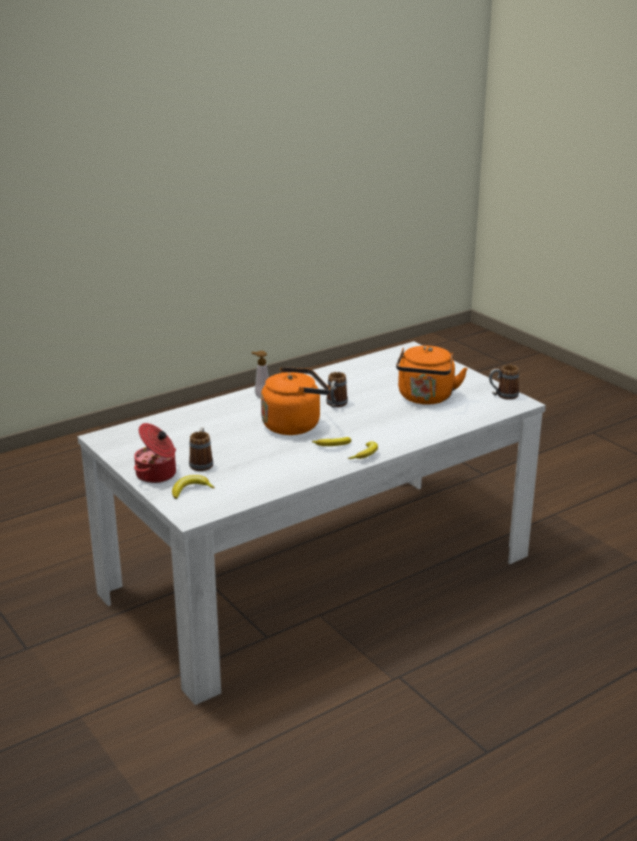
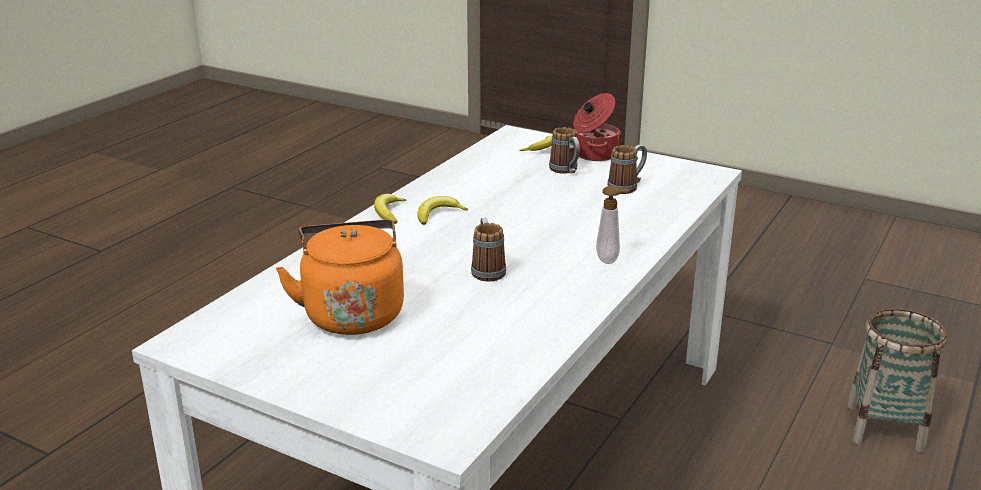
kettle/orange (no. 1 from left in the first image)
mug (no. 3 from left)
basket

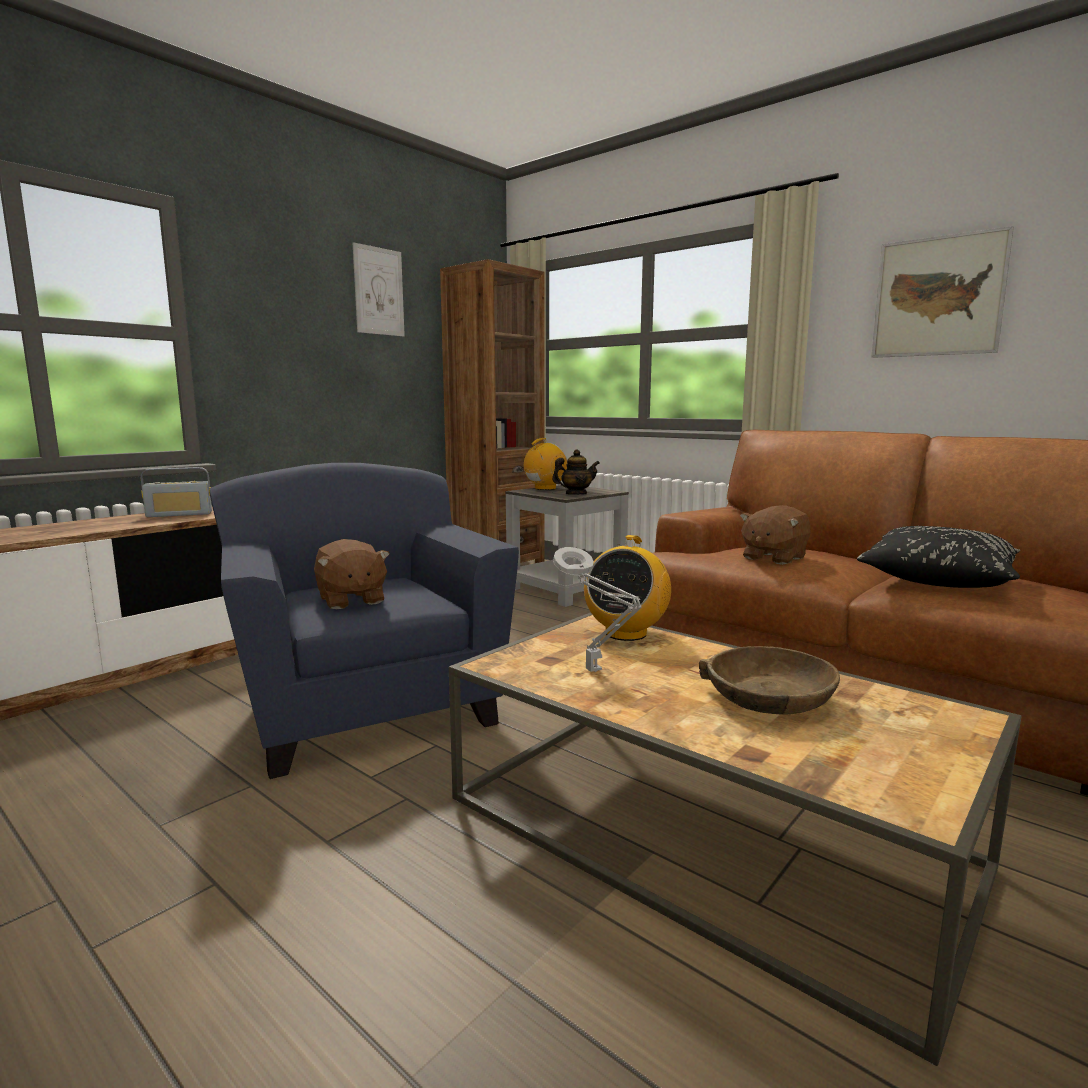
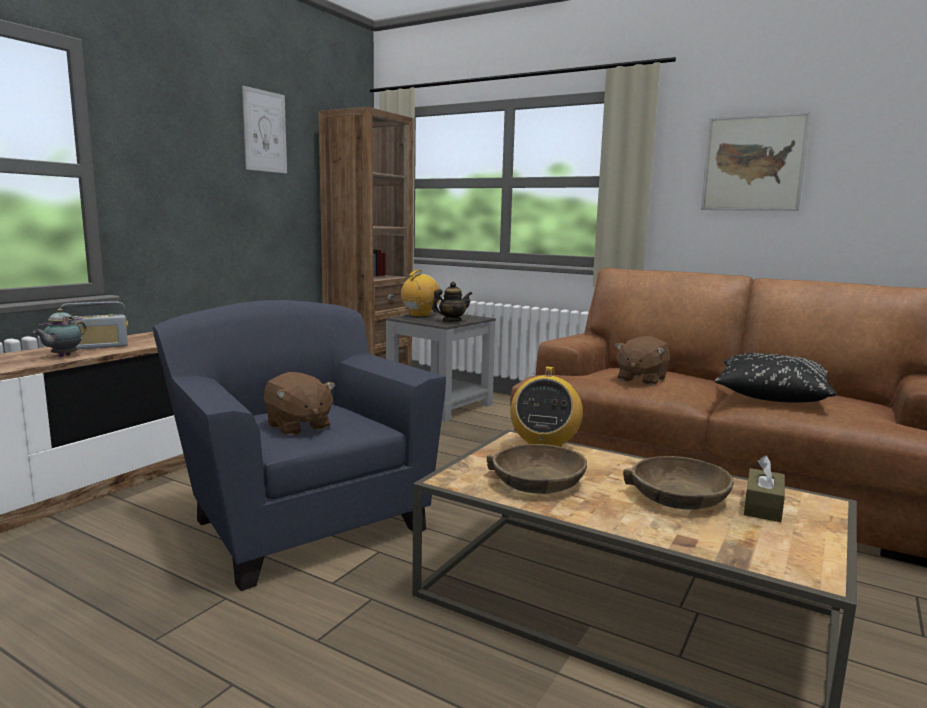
bowl/brown (no. 1 from left)
teapot (no. 1 from left)
tissue box/brown

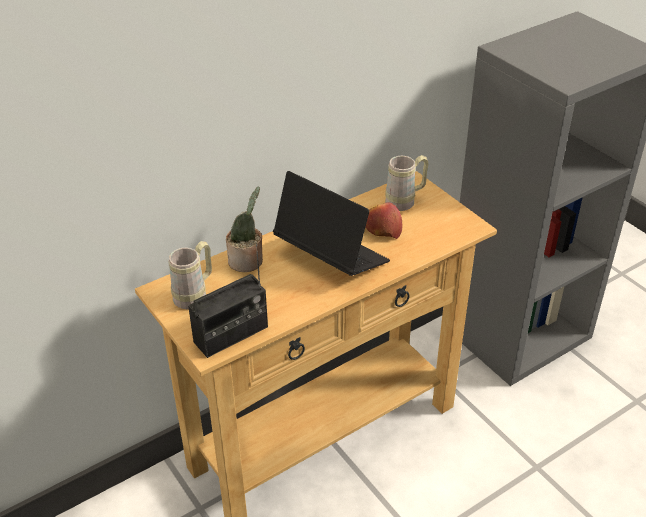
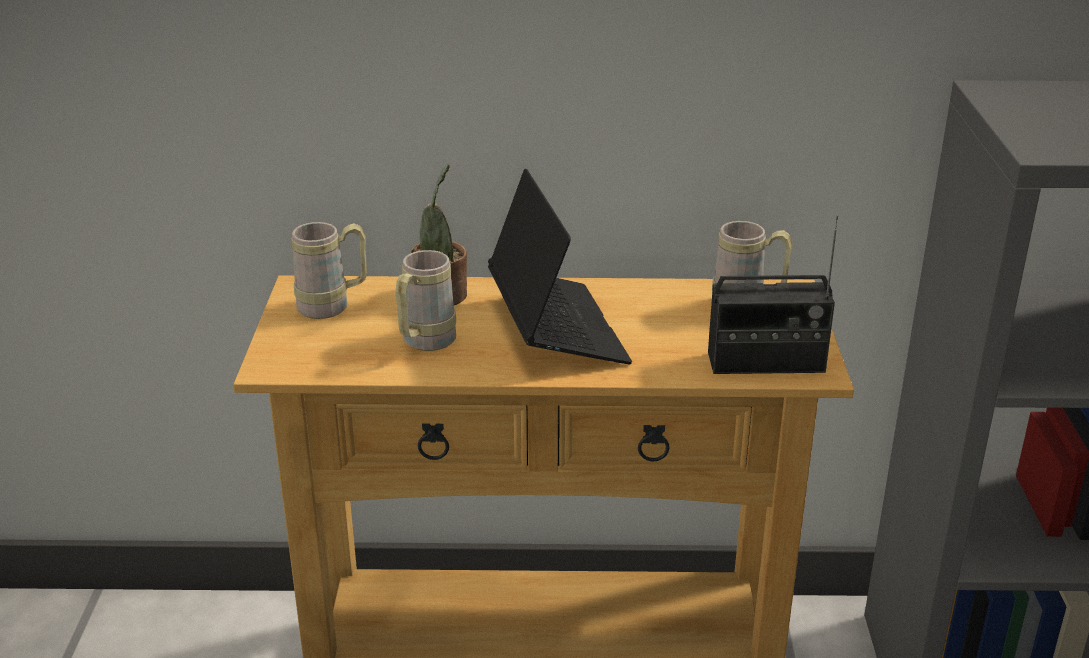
radio
apple
mug/beige (no. 2 from left)

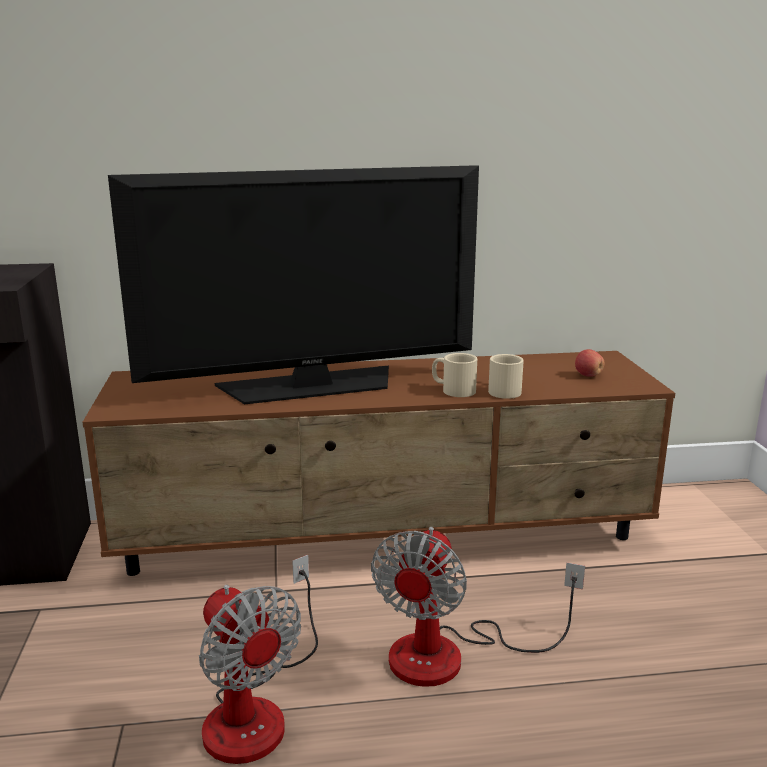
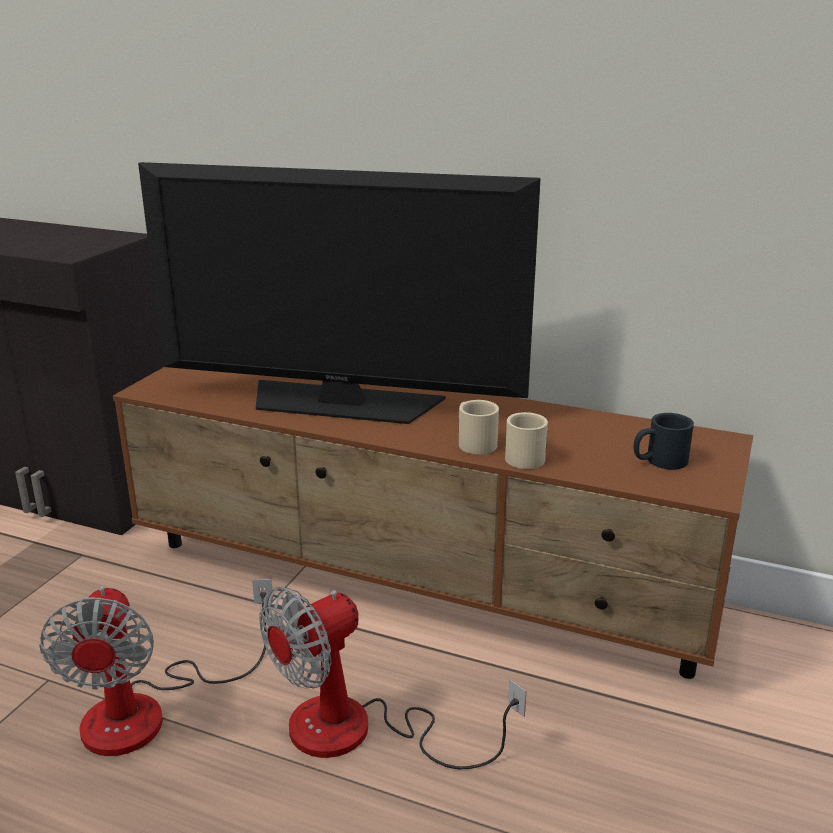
mug/black

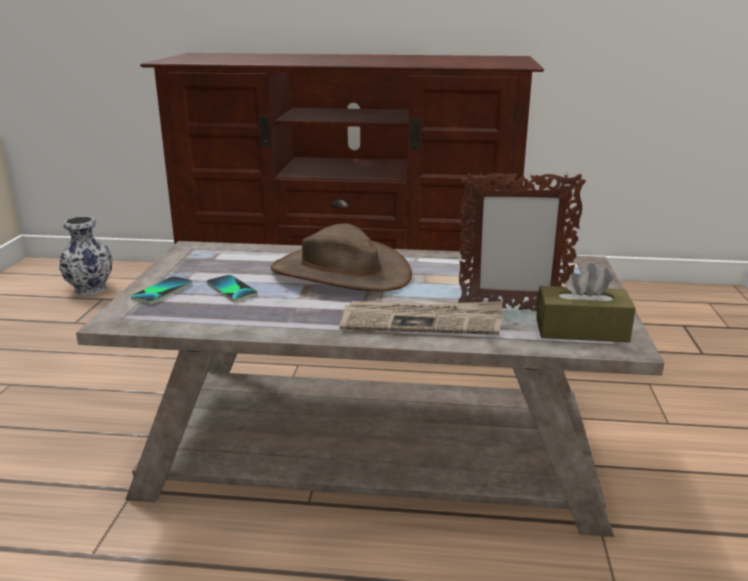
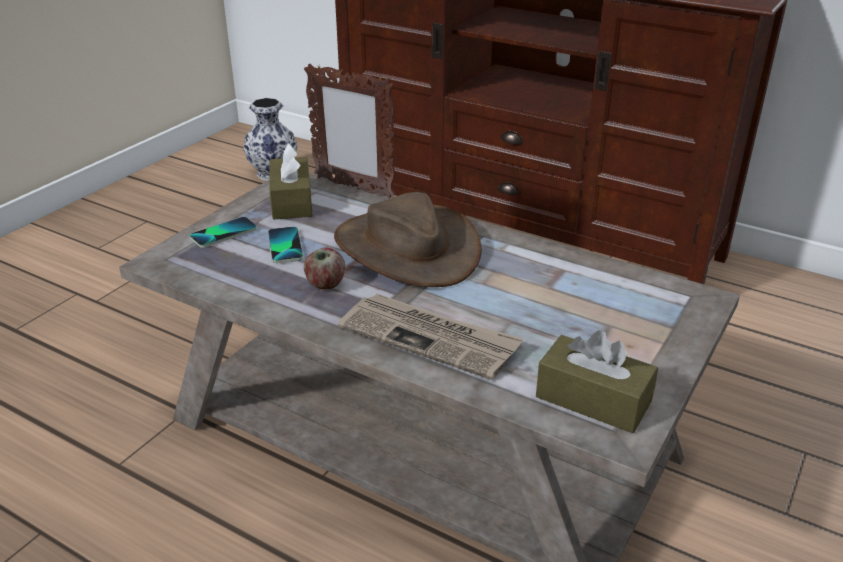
picture frame
tissue box/brown (no. 1 from left)
apple

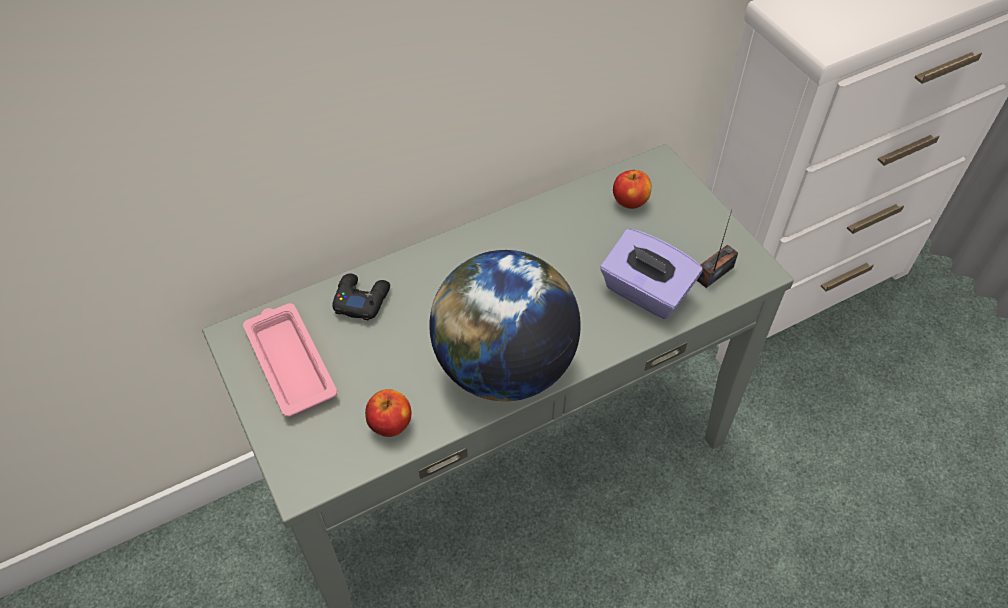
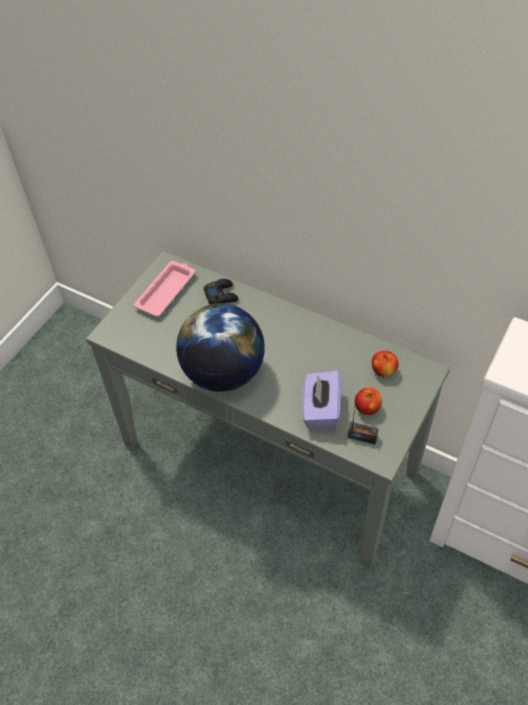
apple (no. 1 from left)

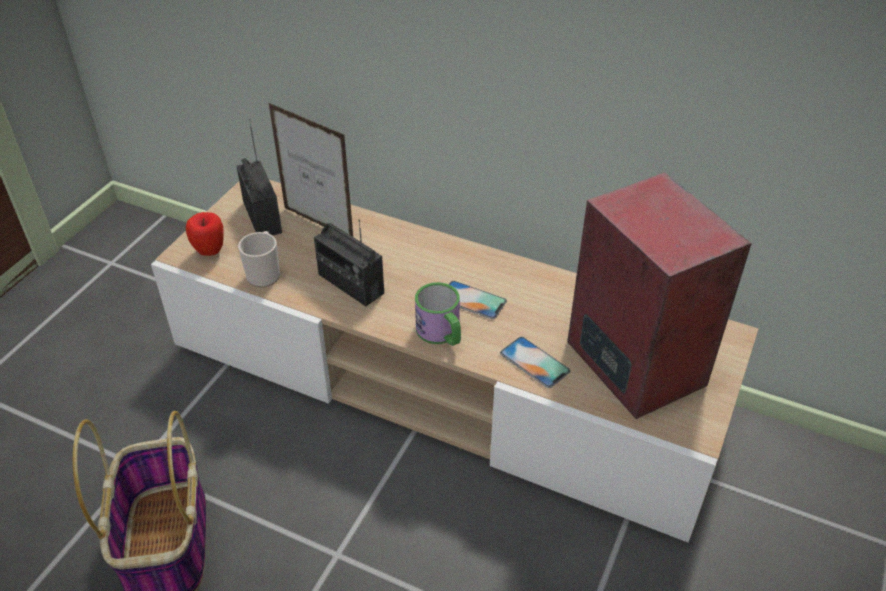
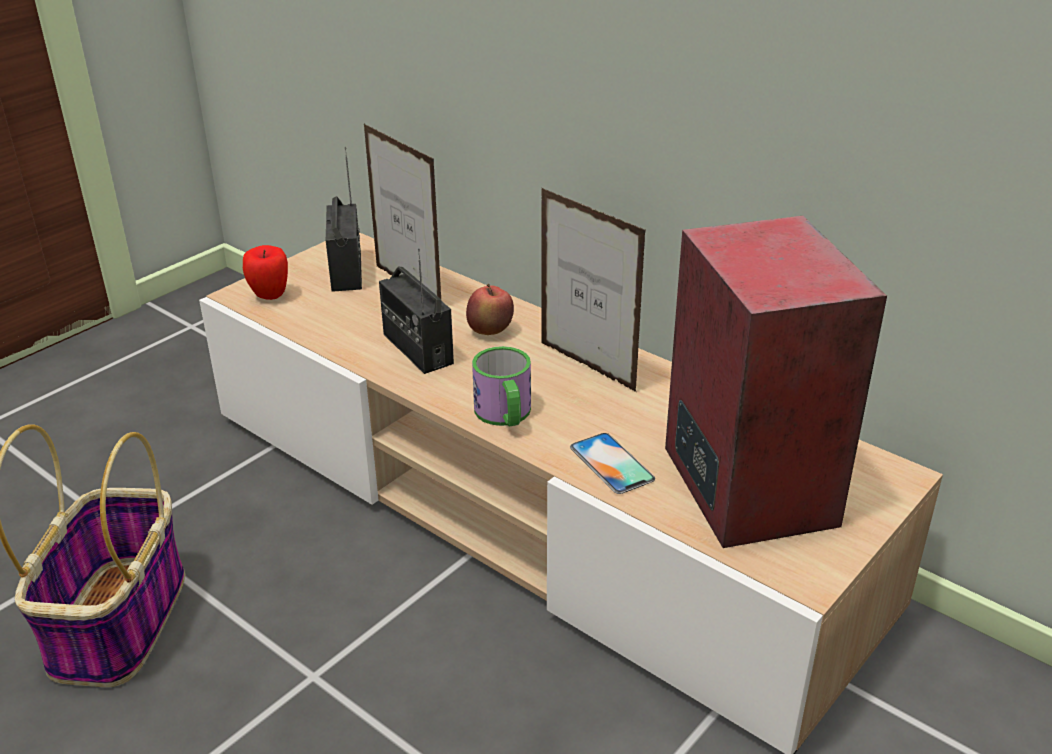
mug (no. 1 from left in the first image)
phone (no. 1 from left in the first image)
apple (no. 2 from left)
picture frame (no. 2 from left)

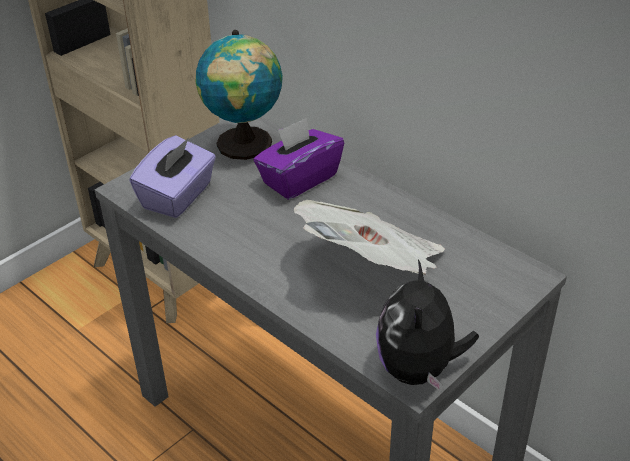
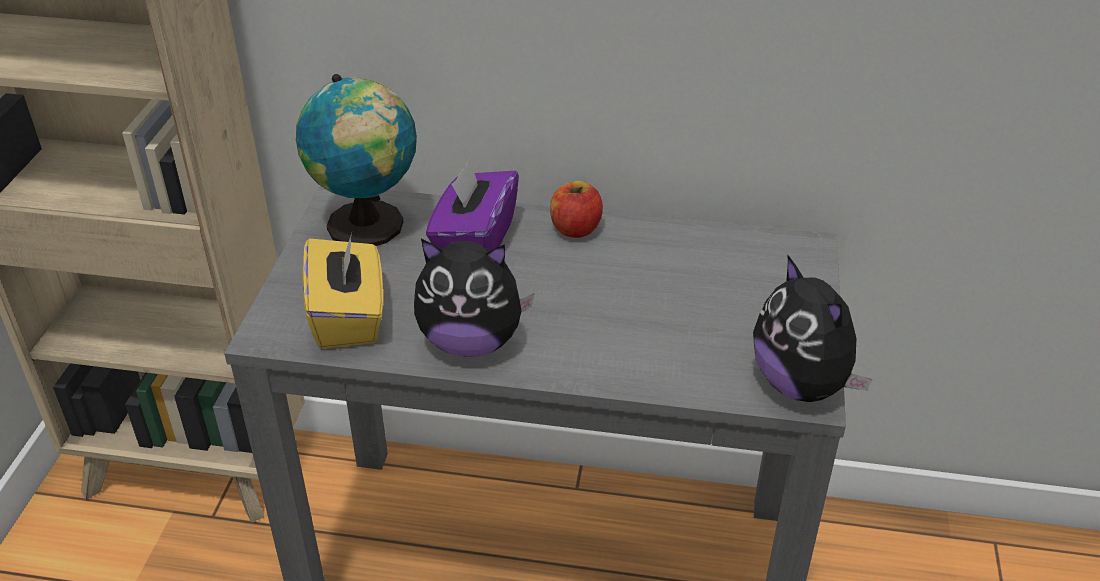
tissue box/yellow
newspaper
plush toy (no. 1 from left)
apple

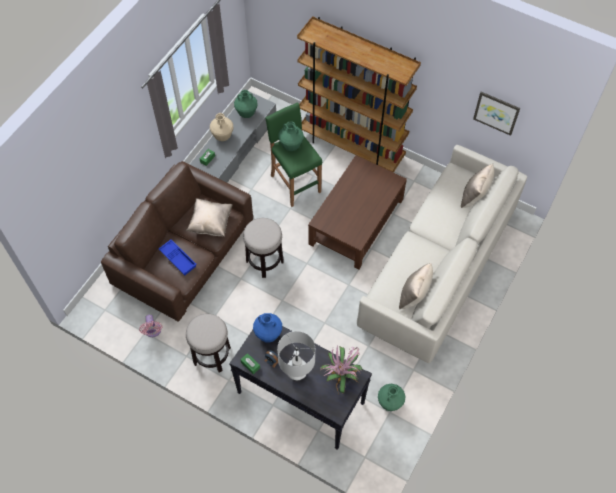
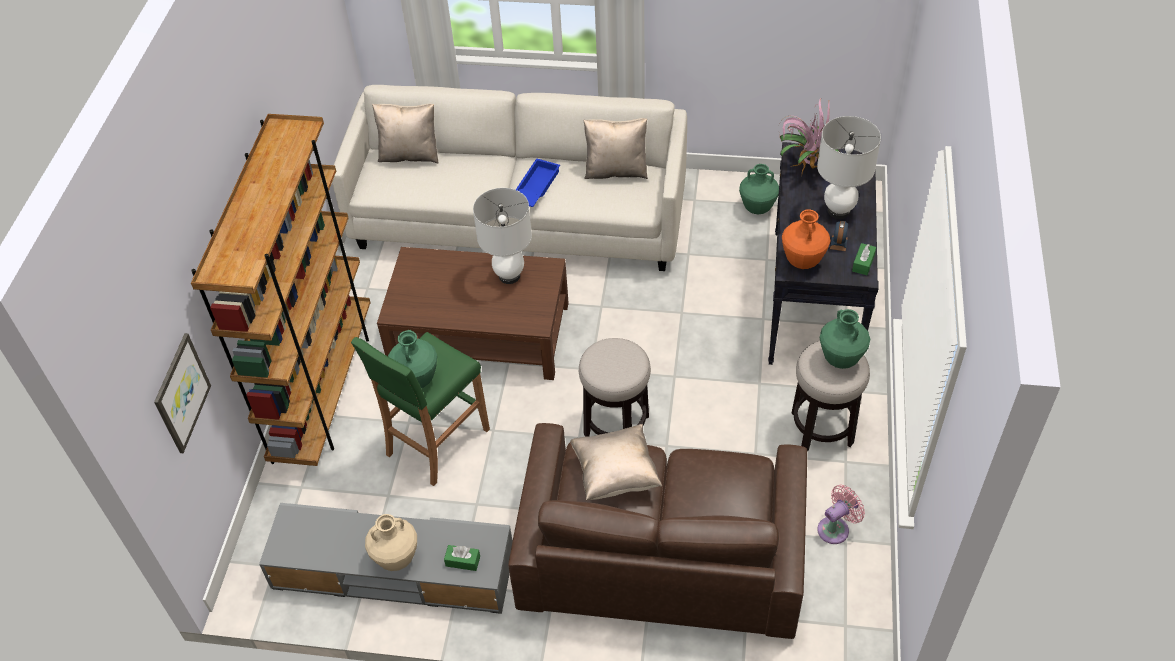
tray/blue
vase/green (no. 3 from left)
vase/orange
picture
table lamp/white (no. 1 from left)

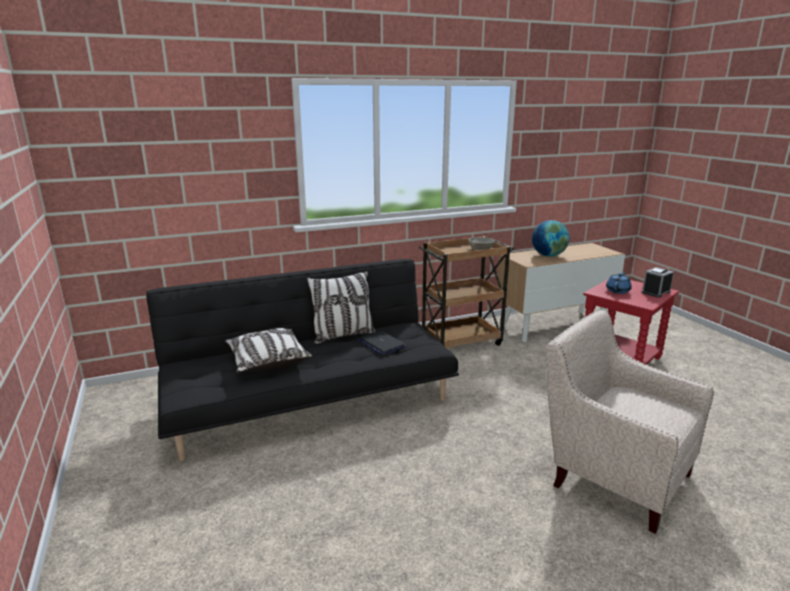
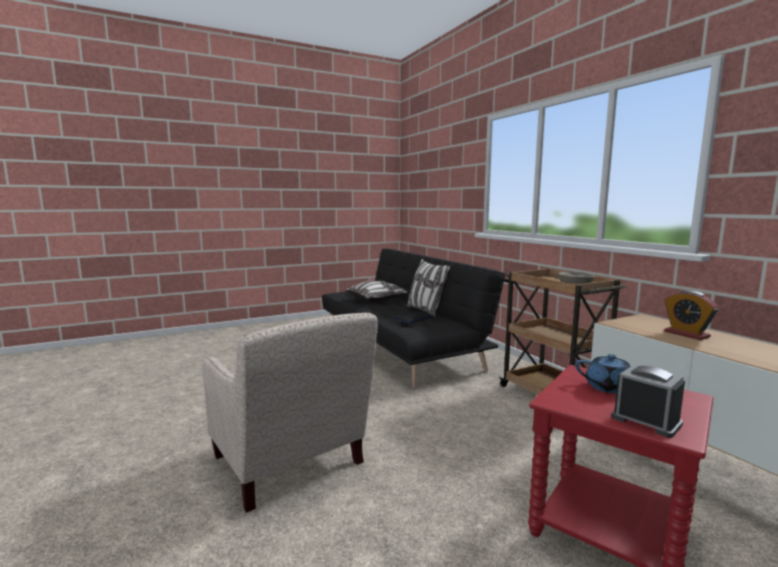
alarm clock (no. 2 from left)
armchair/beige

